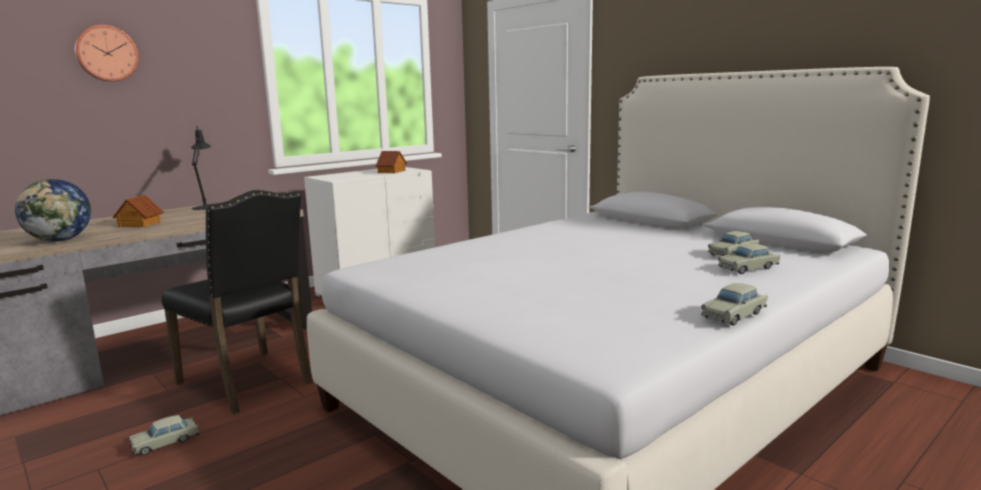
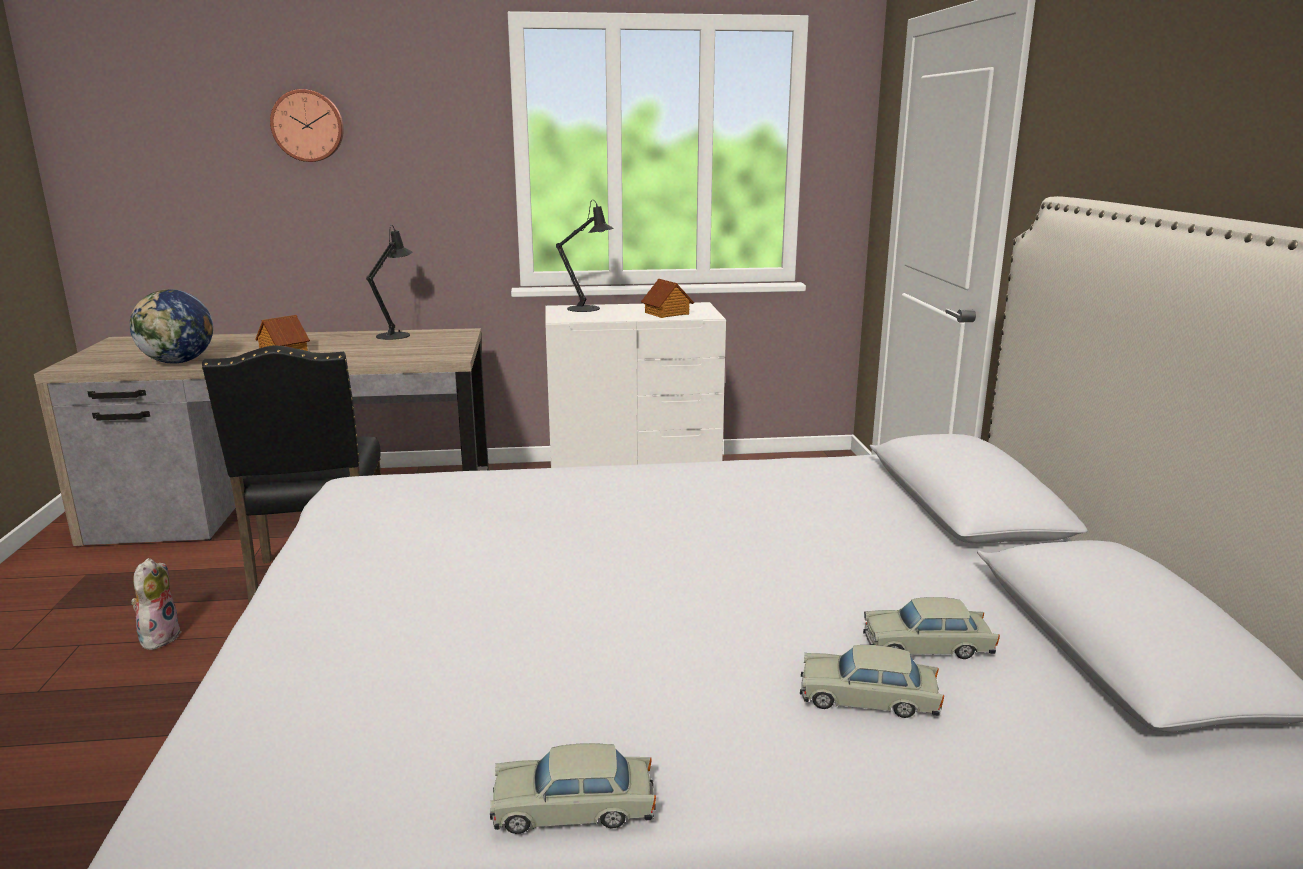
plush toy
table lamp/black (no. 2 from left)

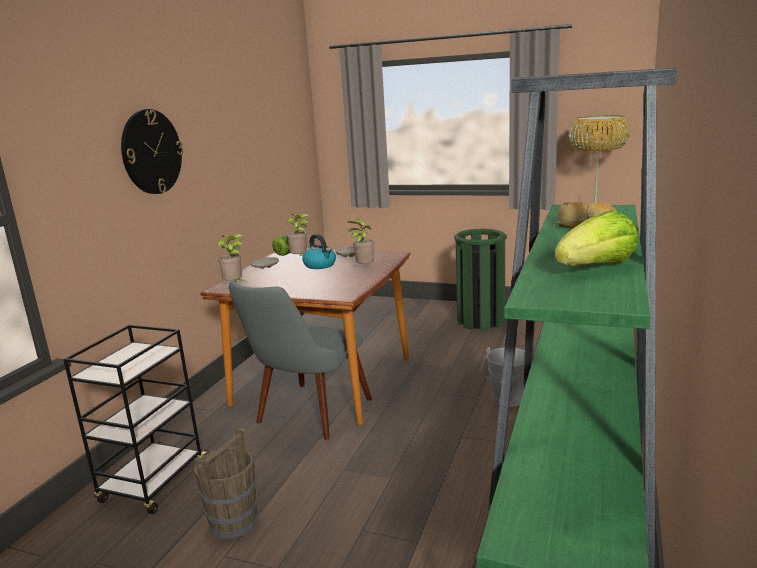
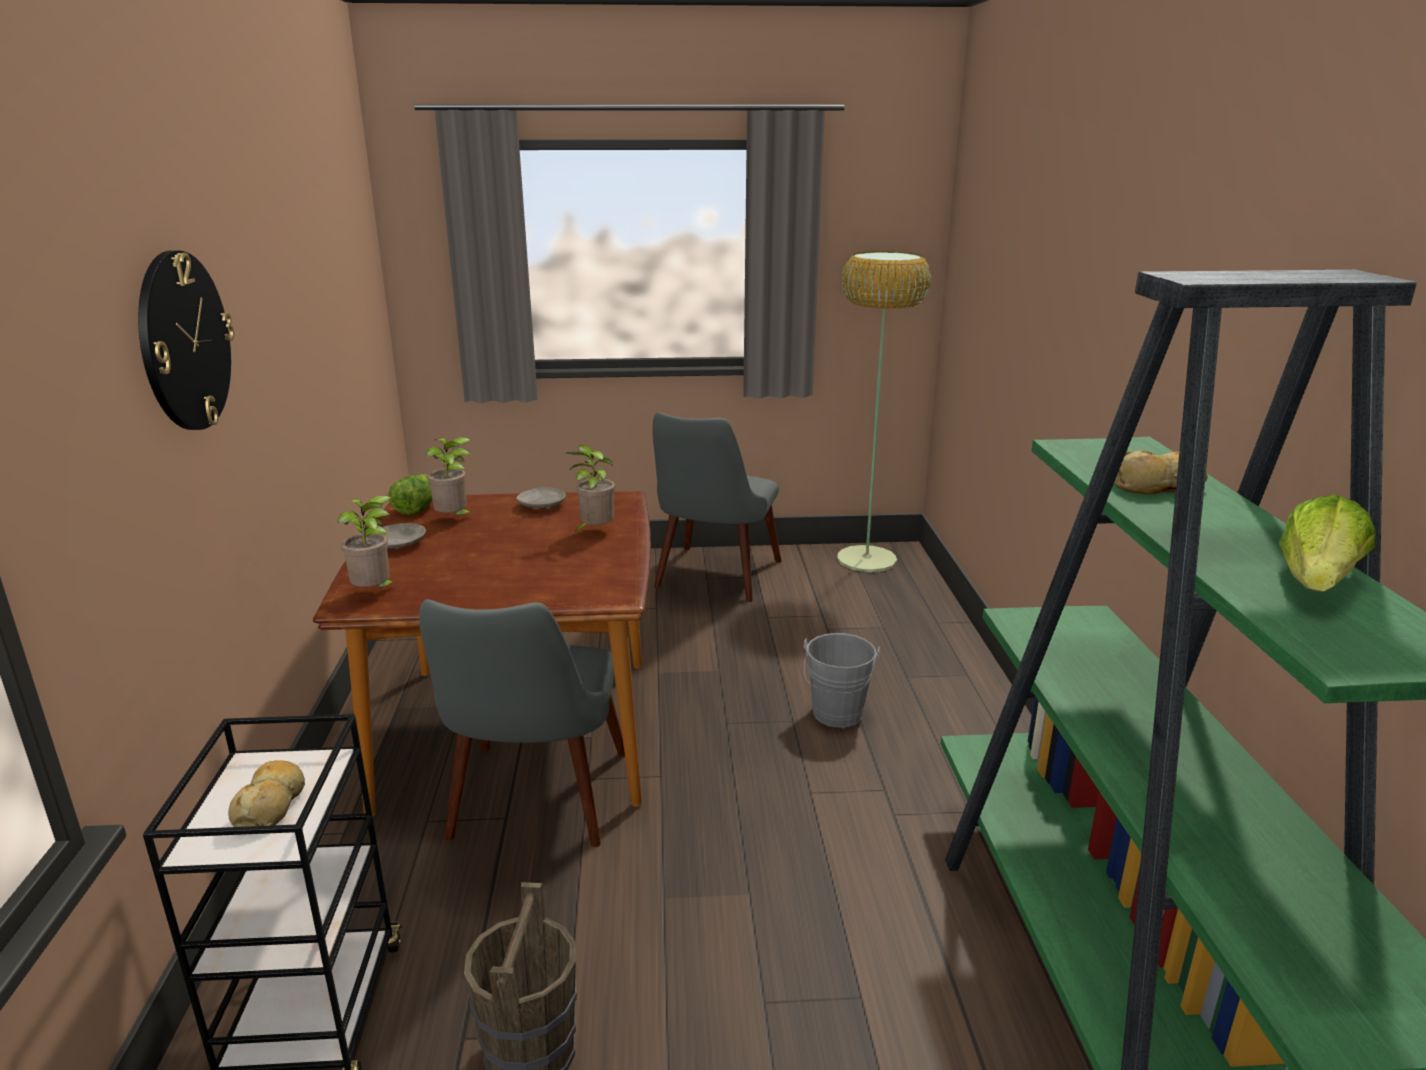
kettle
chair/grey (no. 2 from left)
bread (no. 1 from left)

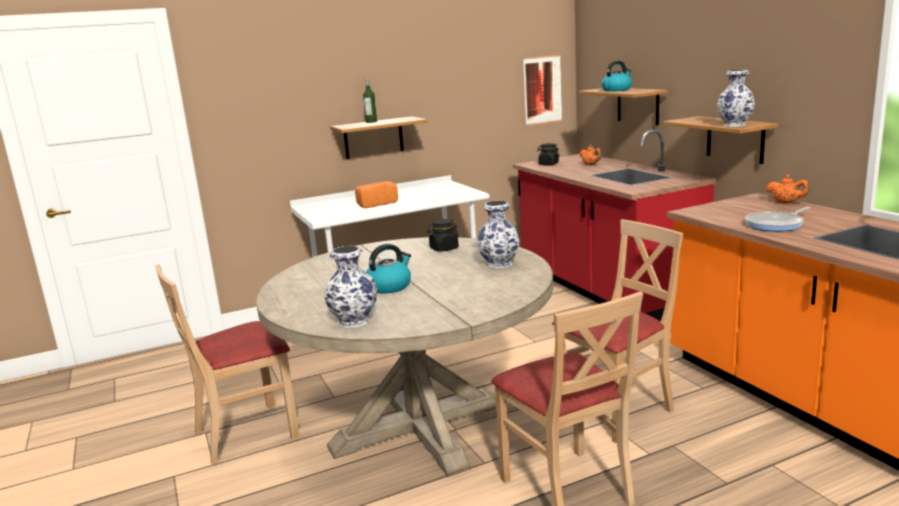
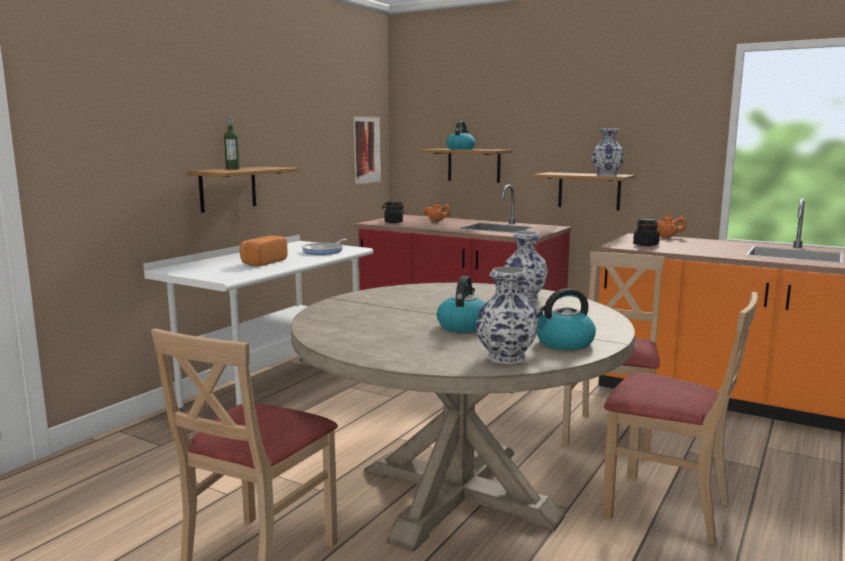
jar/black (no. 2 from left)
frying pan
kettle (no. 3 from left)

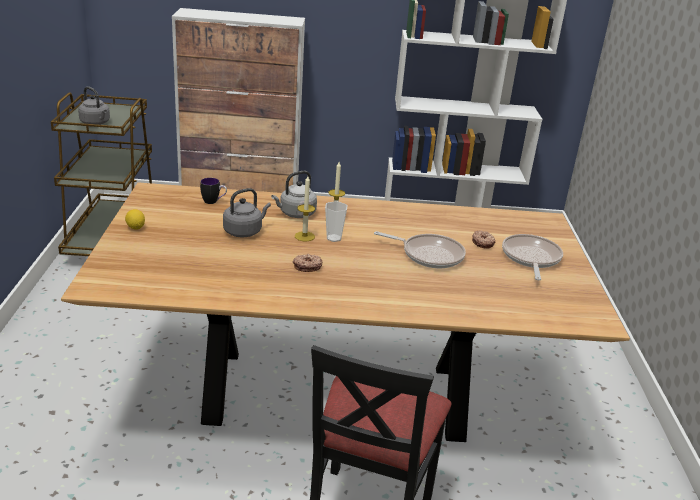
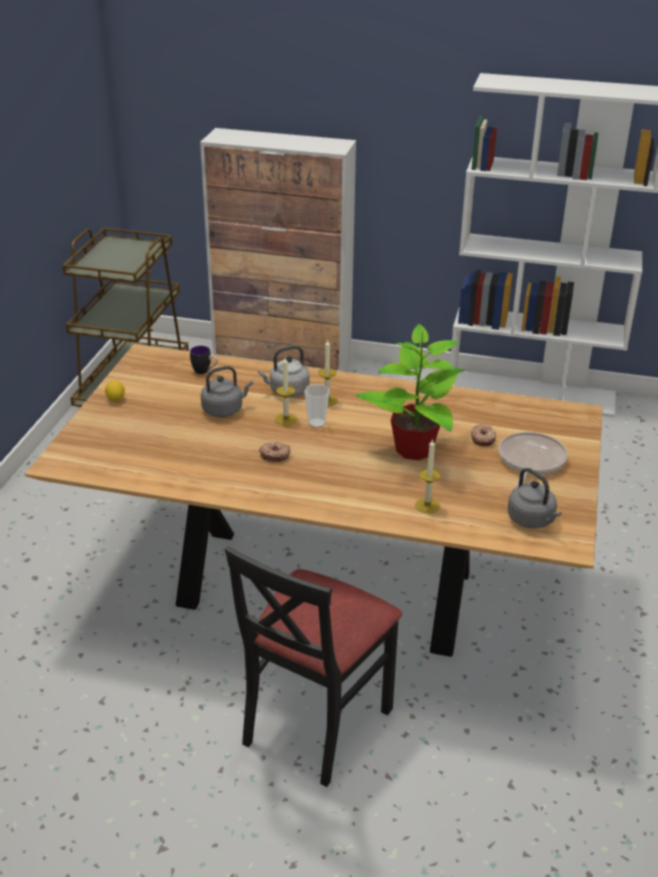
kettle/grey (no. 3 from left)
potted plant
candle (no. 3 from left)

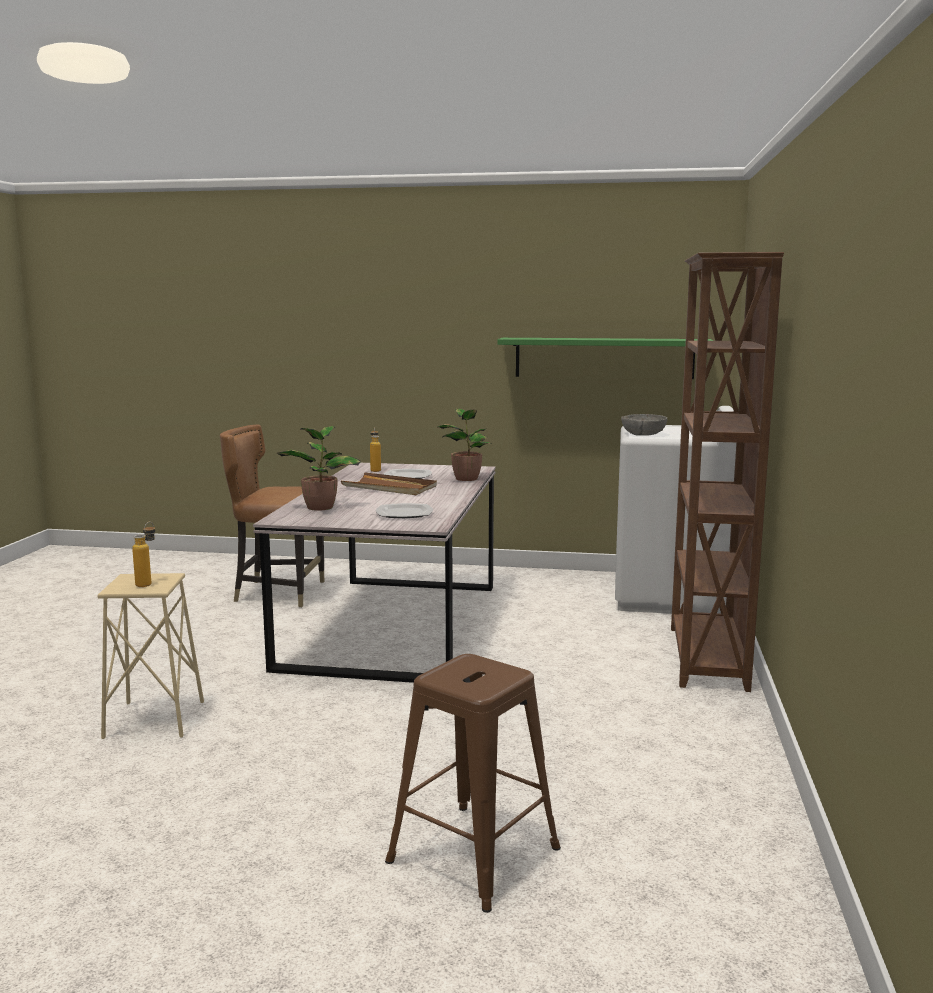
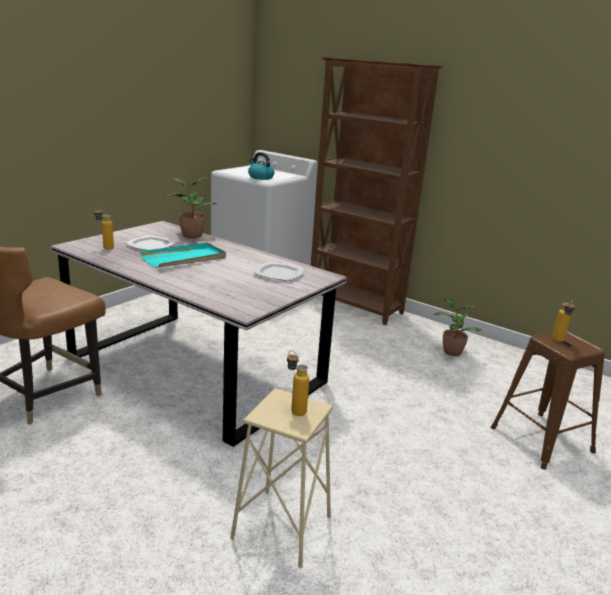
potted plant (no. 2 from left)
tray/turquoise
shelf/green
kettle
bottle (no. 3 from left)

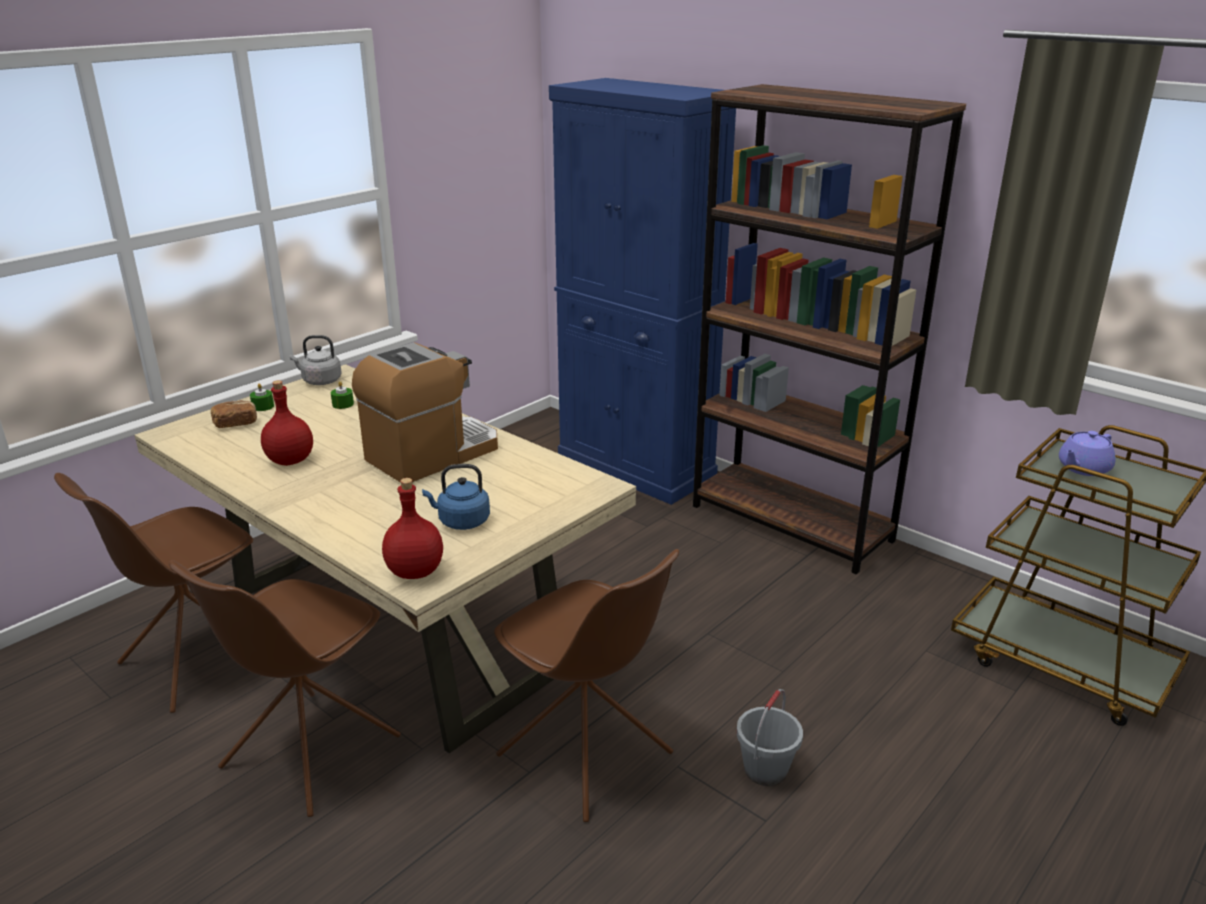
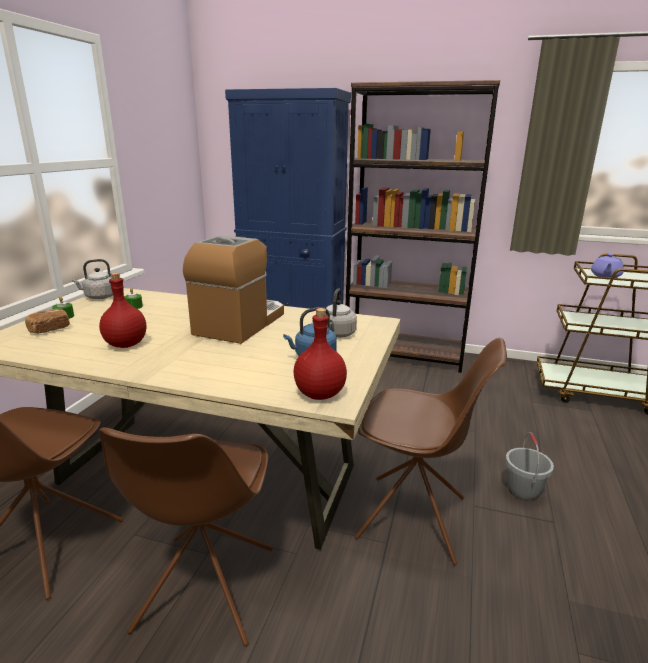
kettle/grey (no. 2 from left)

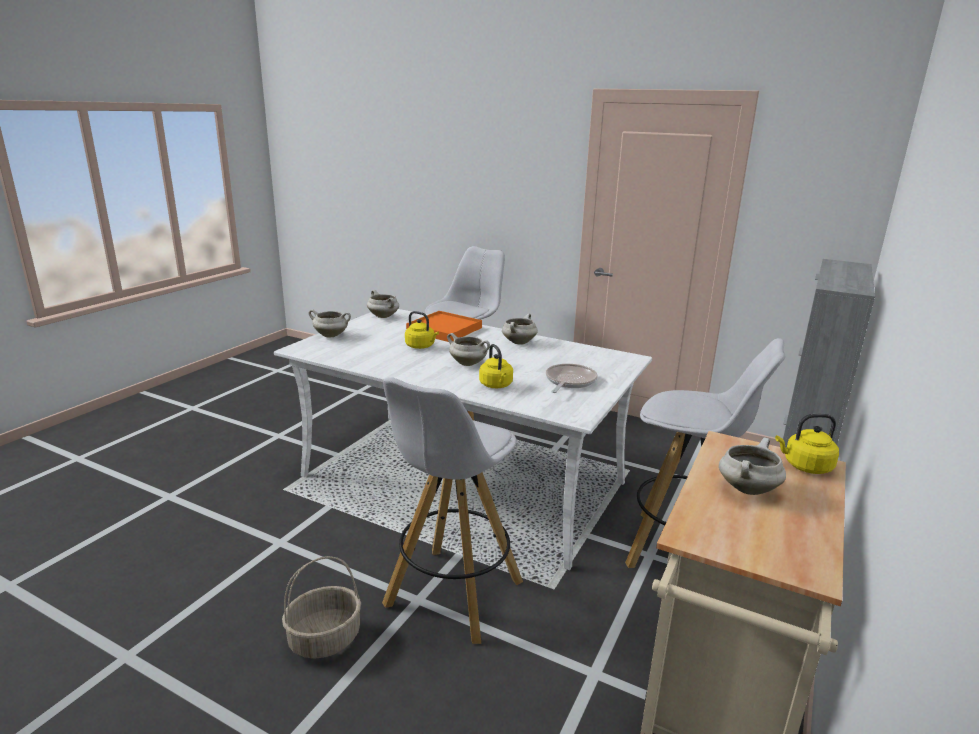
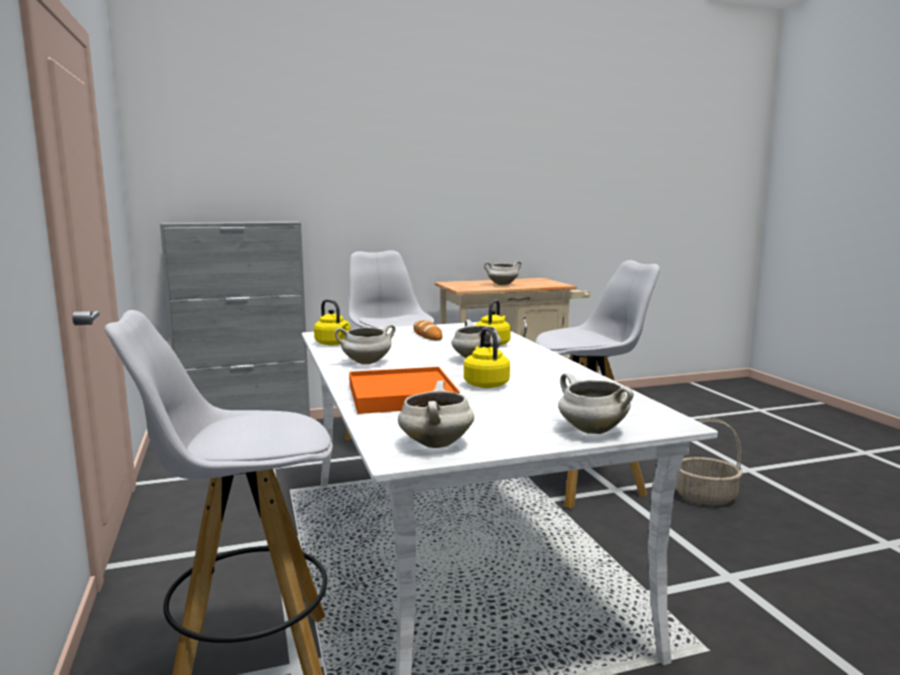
bread
kettle/yellow (no. 1 from left)

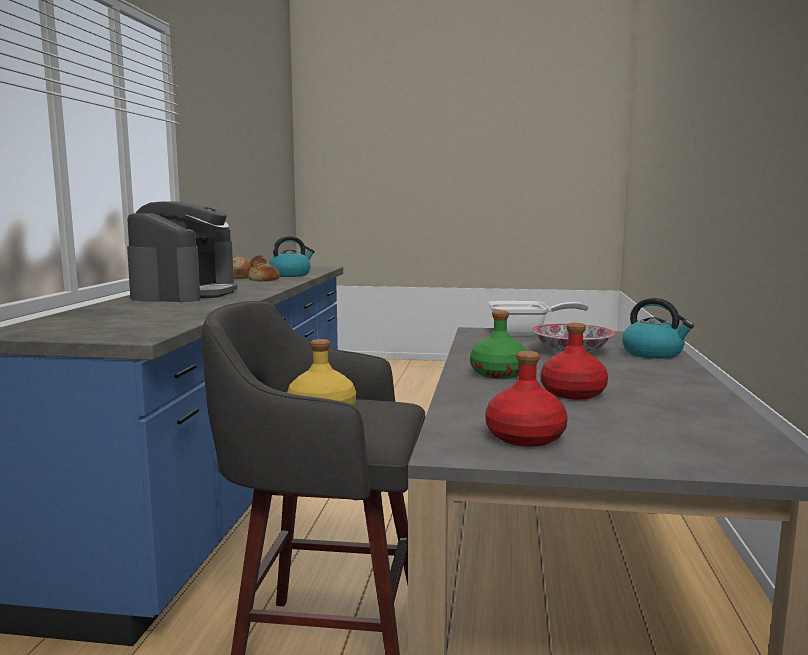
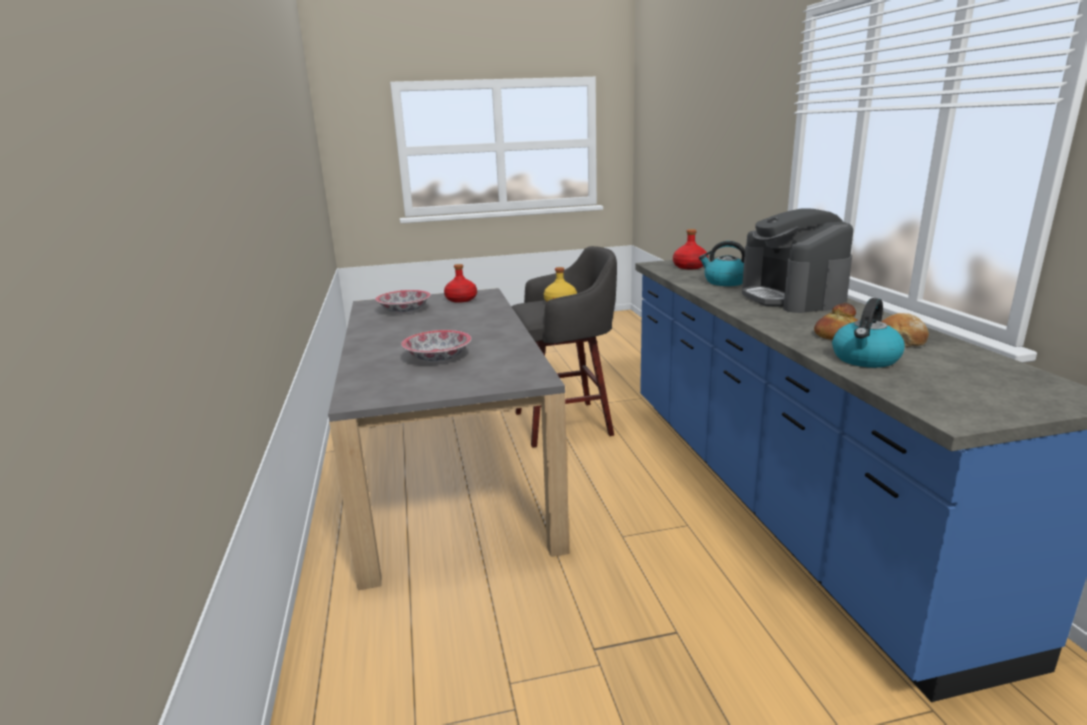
bottle/green
frying pan
bottle/red (no. 2 from left)
kettle (no. 1 from left)
bowl (no. 1 from left)

